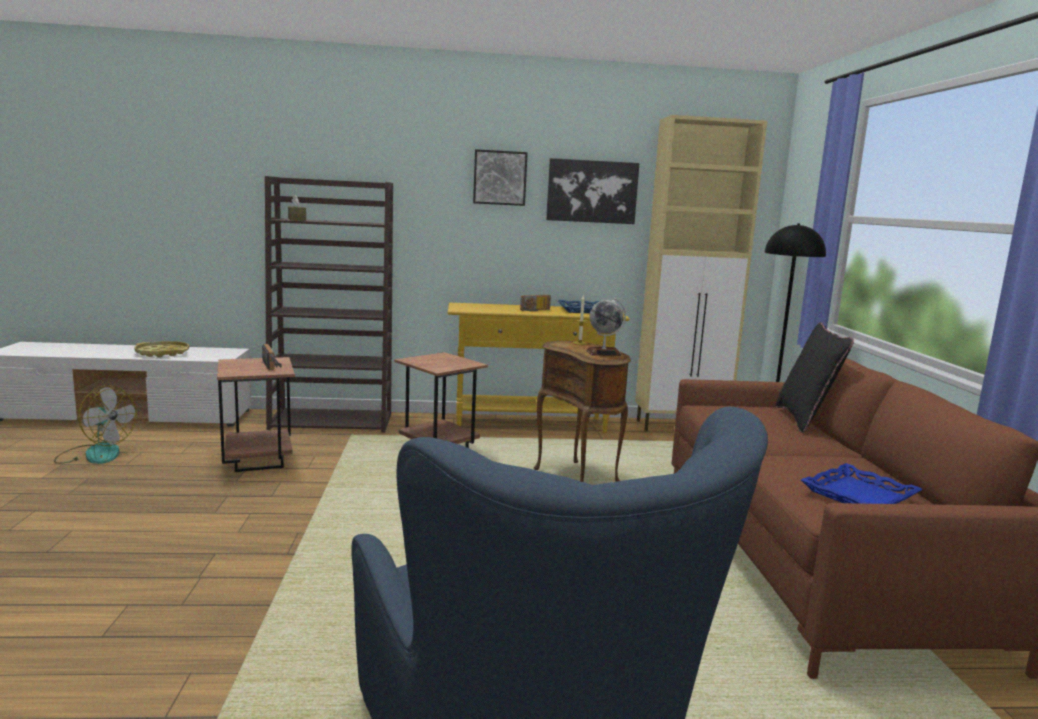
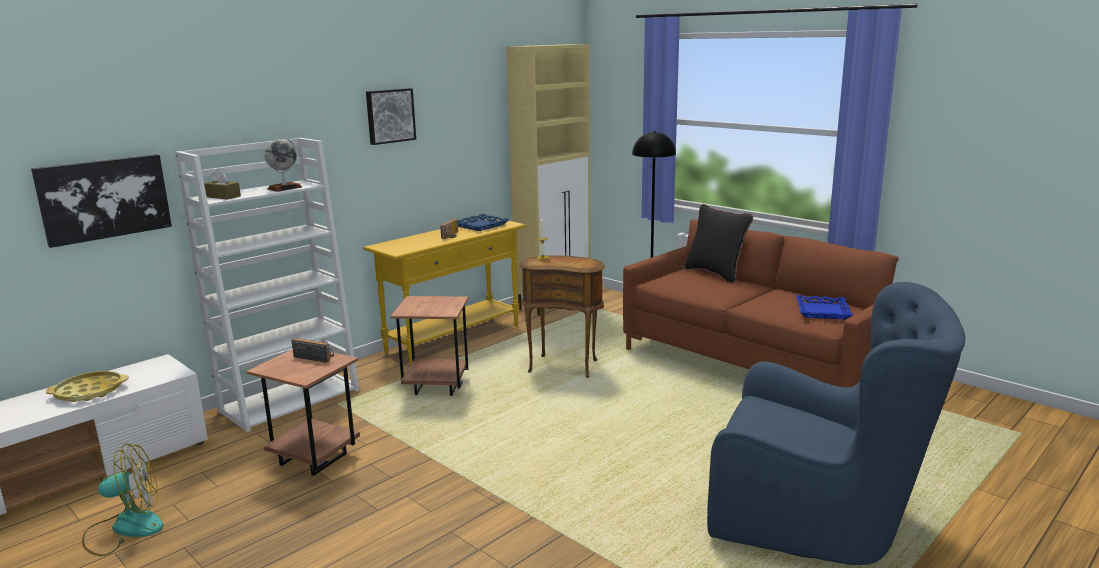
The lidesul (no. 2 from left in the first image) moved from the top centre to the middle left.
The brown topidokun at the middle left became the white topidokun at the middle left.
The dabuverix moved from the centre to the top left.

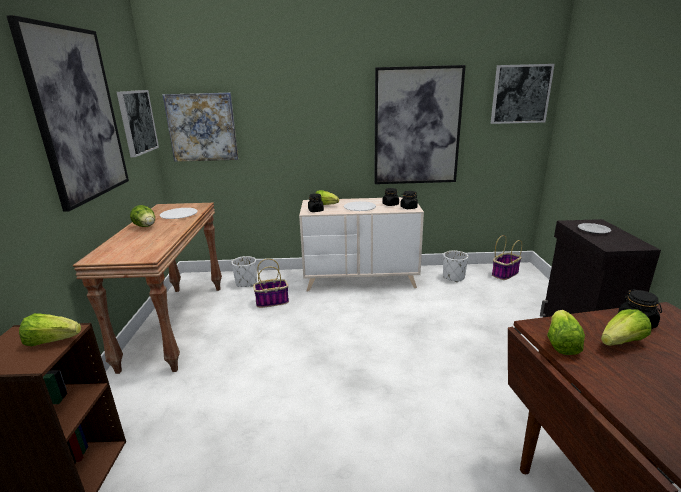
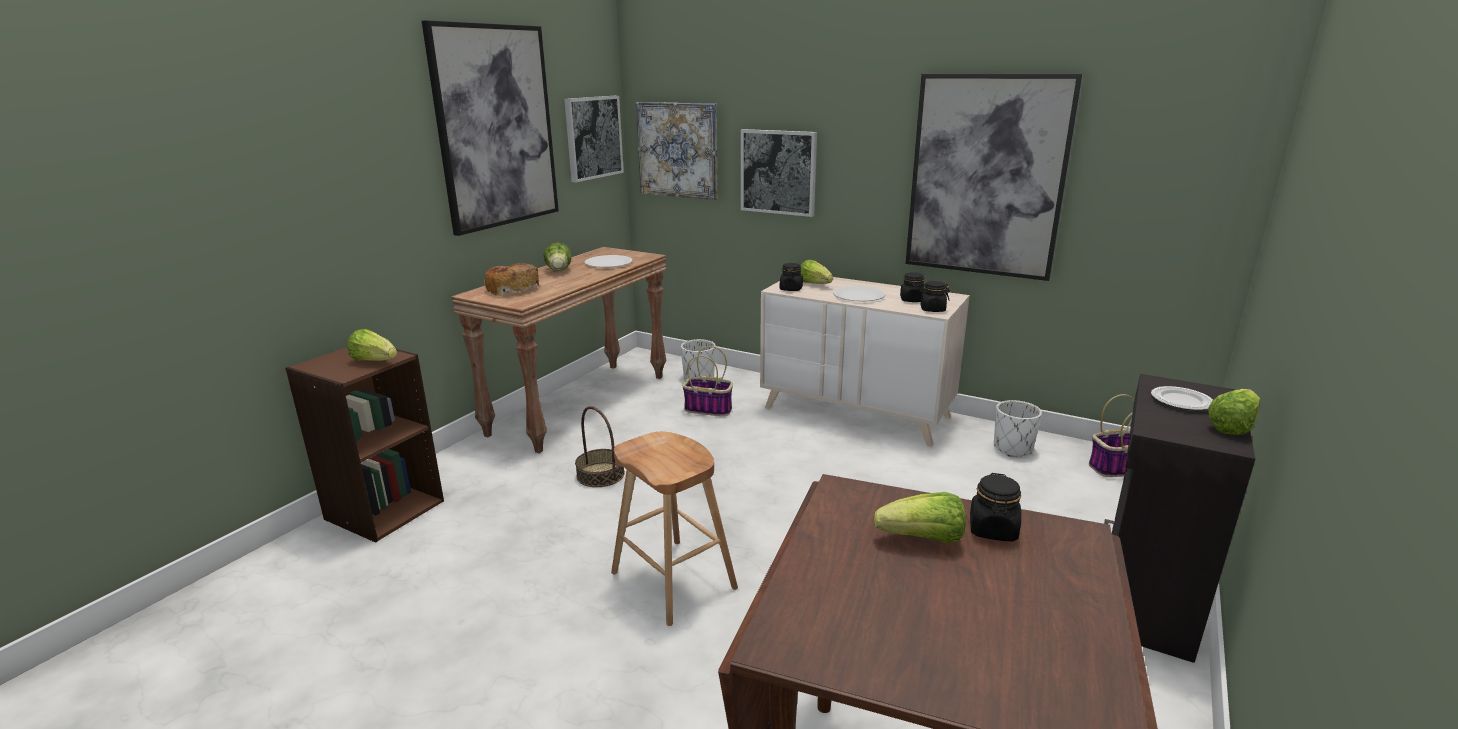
The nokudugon at the centre appeared.
The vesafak (no. 1 from left) at the centre appeared.
The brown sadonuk at the bottom centre appeared.
The lidesul (no. 5 from left in the first image) moved from the top right to the top centre.
The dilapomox (no. 4 from left in the first image) moved from the bottom right to the middle right.

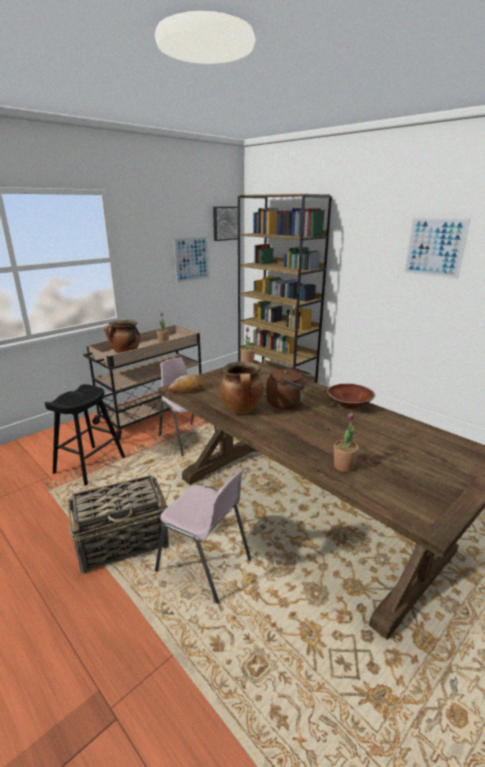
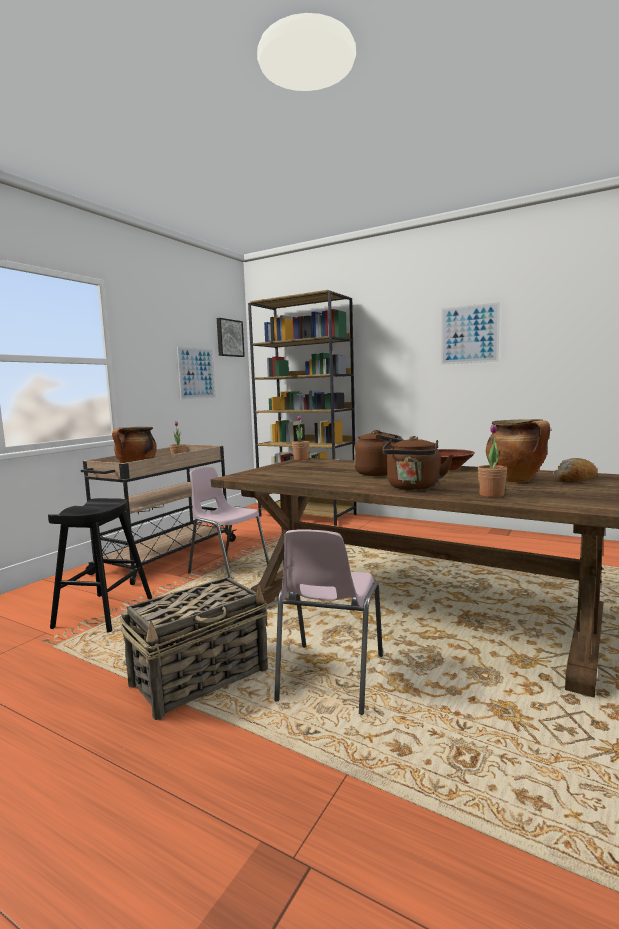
The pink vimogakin (no. 2 from left) at the bottom centre turned 90 degrees clockwise.
The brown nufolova (no. 2 from left) at the middle right appeared.
The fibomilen (no. 2 from left) moved from the centre to the middle right.
The nokudugon moved from the centre to the middle right.

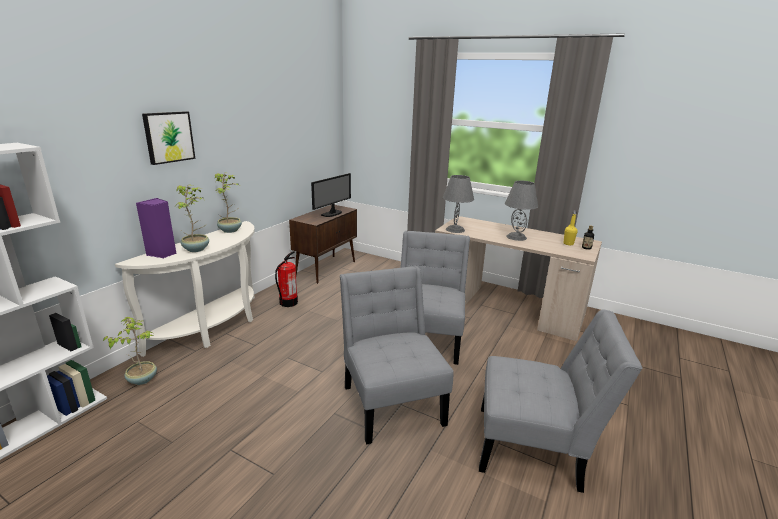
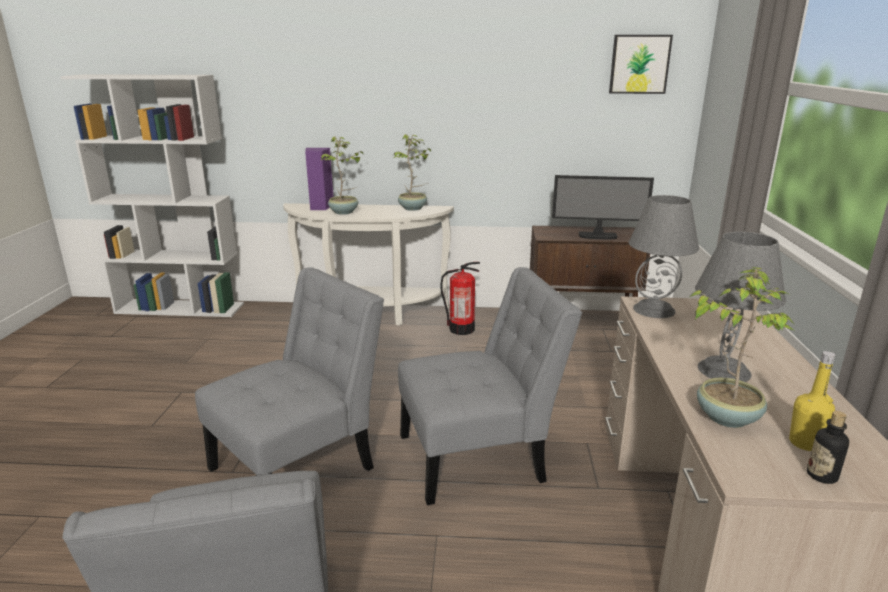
The lidesul moved from the top left to the top right.
The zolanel (no. 1 from left in the first image) moved from the bottom left to the middle right.

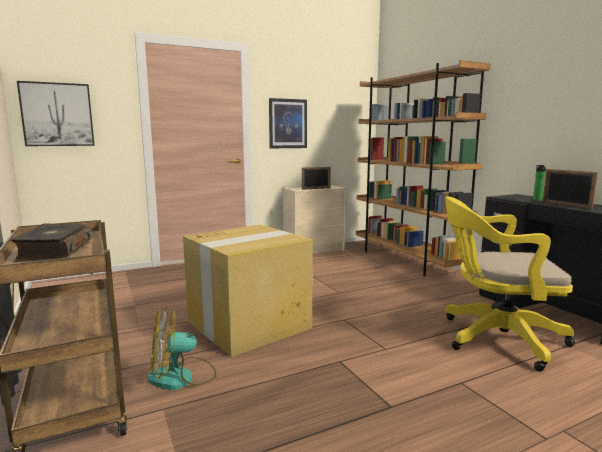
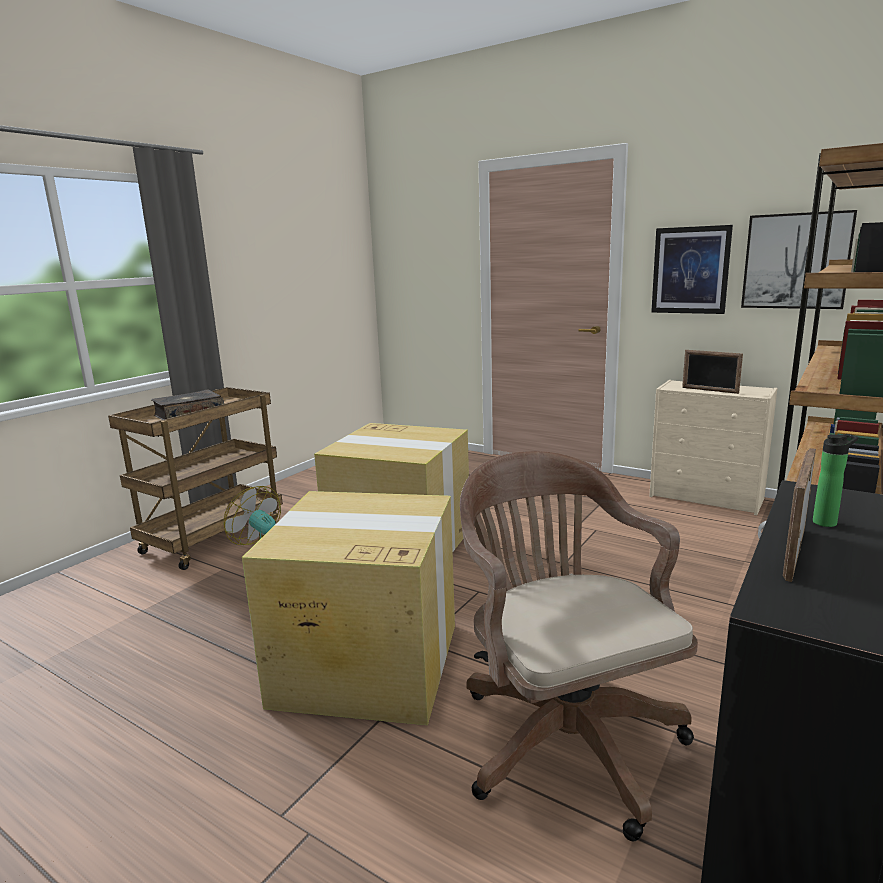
The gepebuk (no. 1 from left) at the bottom centre appeared.
The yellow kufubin at the middle right became the brown kufubin at the bottom centre.
The lidesul (no. 1 from left in the first image) moved from the top left to the top right.

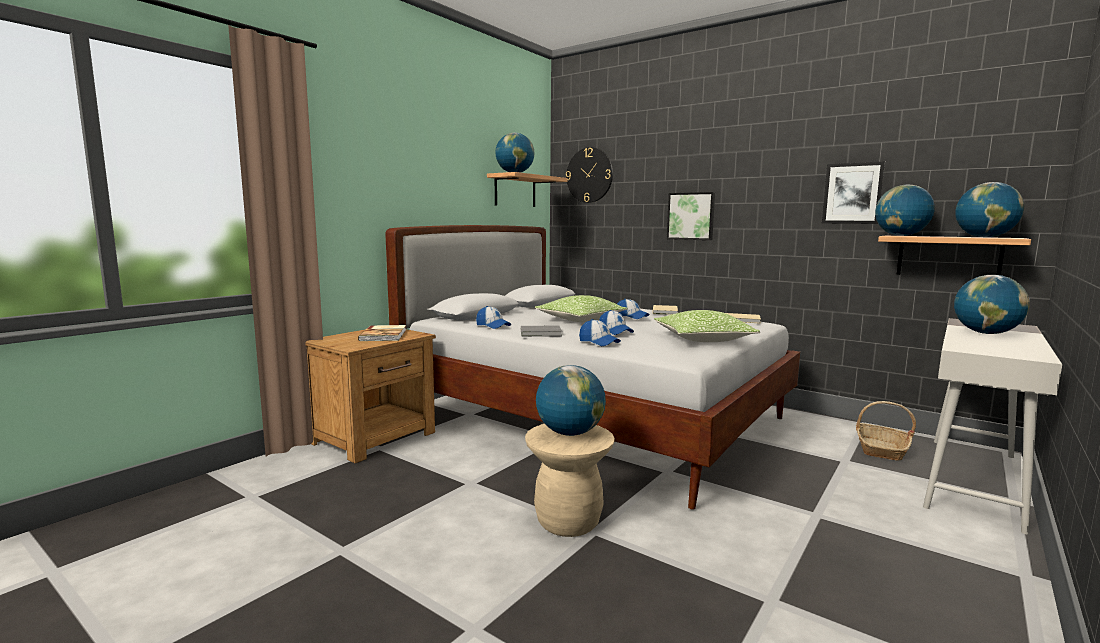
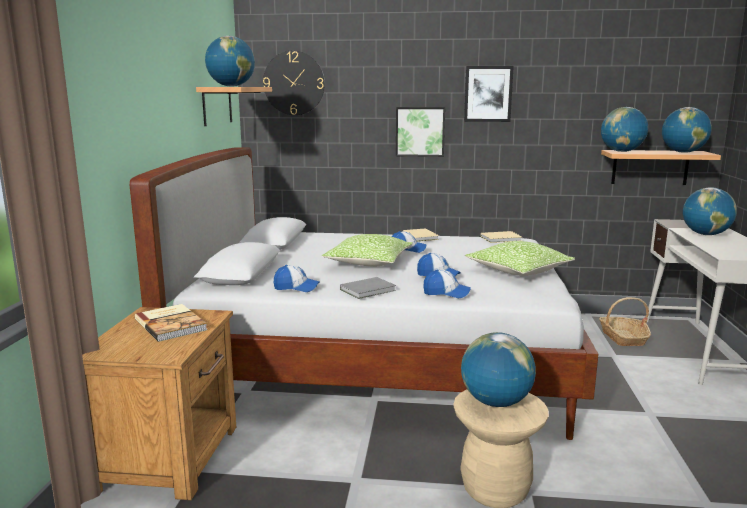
The lidesul (no. 2 from left) moved from the top right to the top centre.

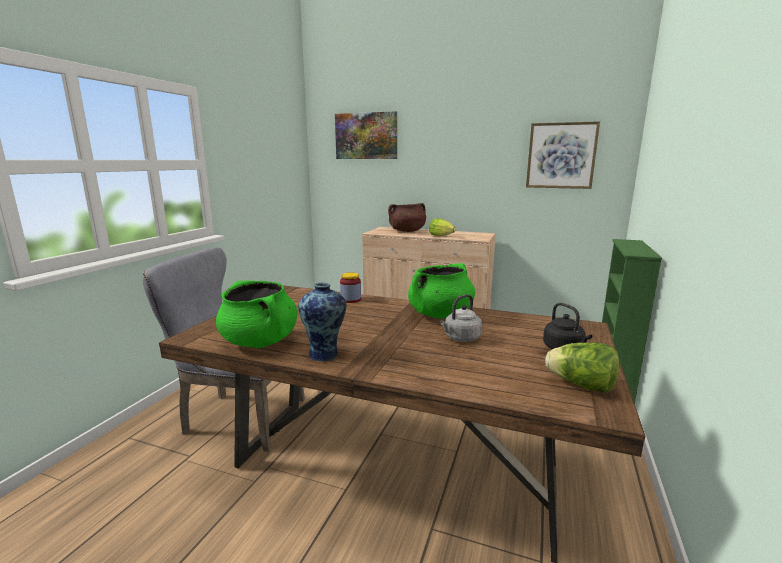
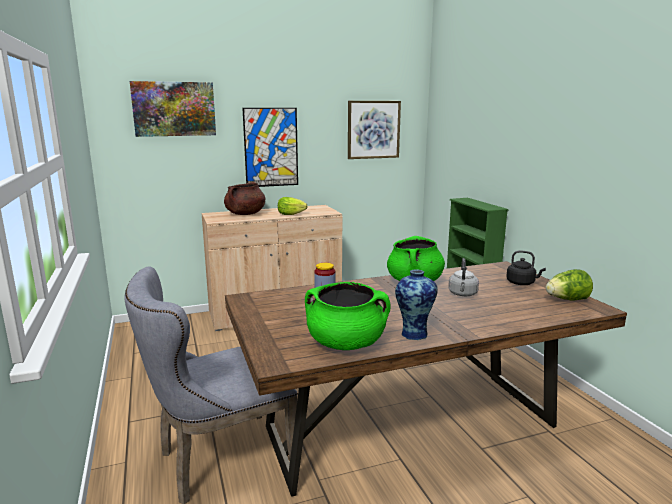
The lidesul (no. 2 from left) at the top centre appeared.

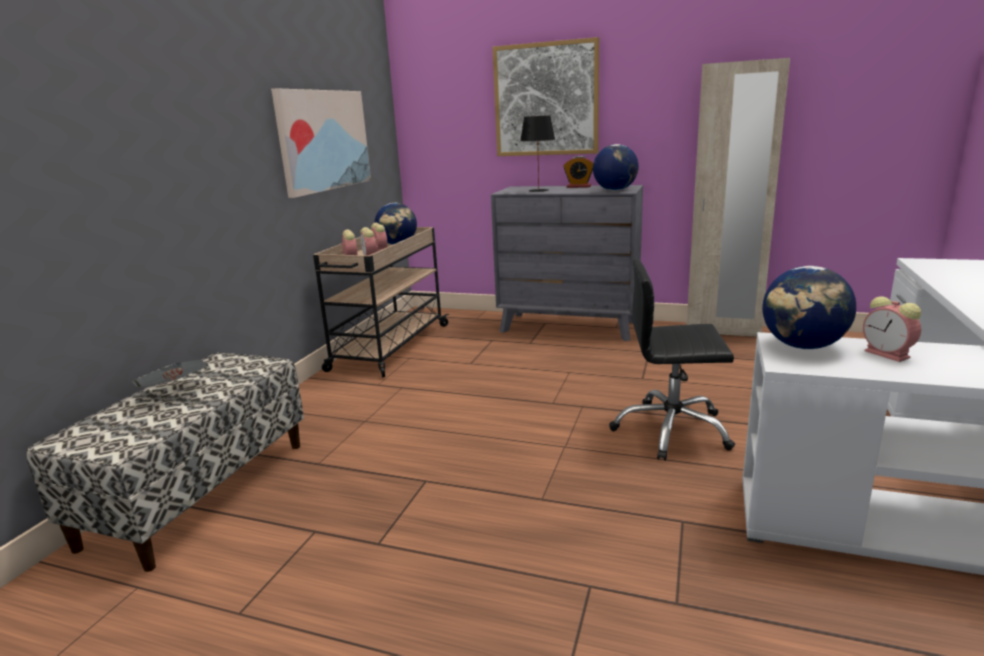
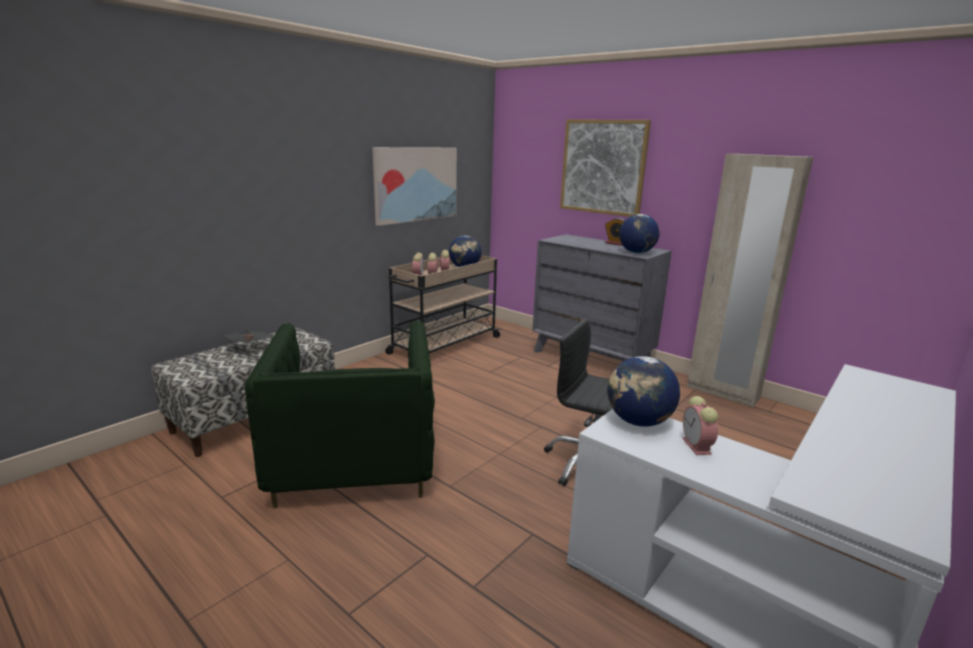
The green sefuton at the centre appeared.
The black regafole at the top centre disappeared.

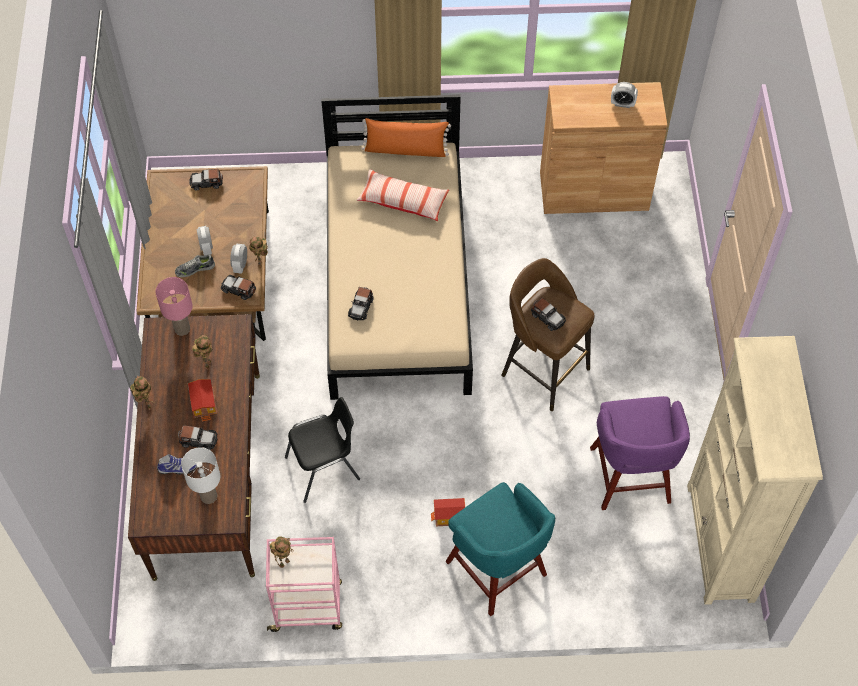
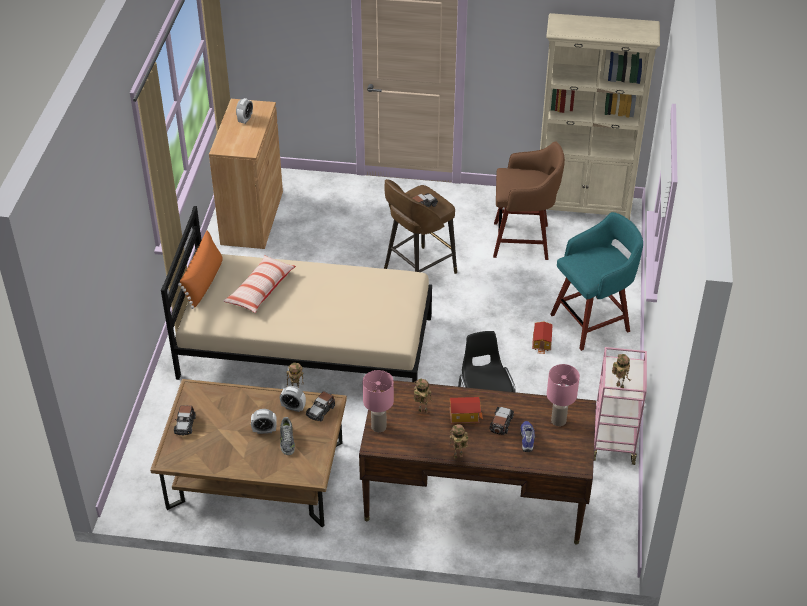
The purple sadonuk at the middle right became the brown sadonuk (no. 2 from left) at the top centre.
The white regafole at the bottom left became the pink regafole (no. 2 from left) at the middle right.
The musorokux (no. 4 from left) at the centre disappeared.

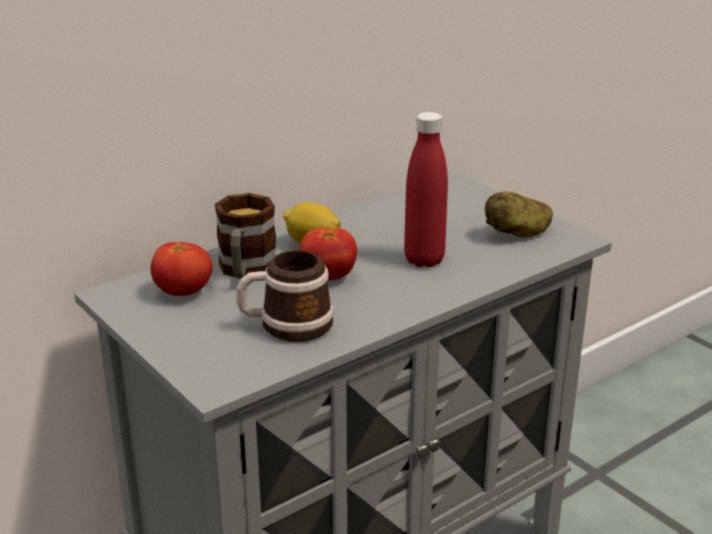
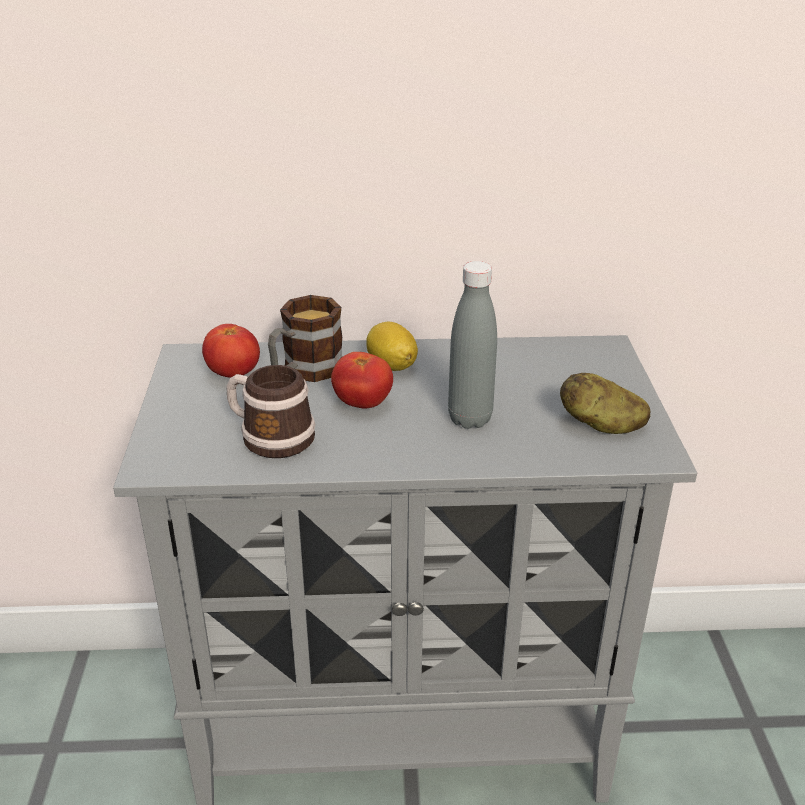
The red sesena at the centre became the grey sesena at the centre.

